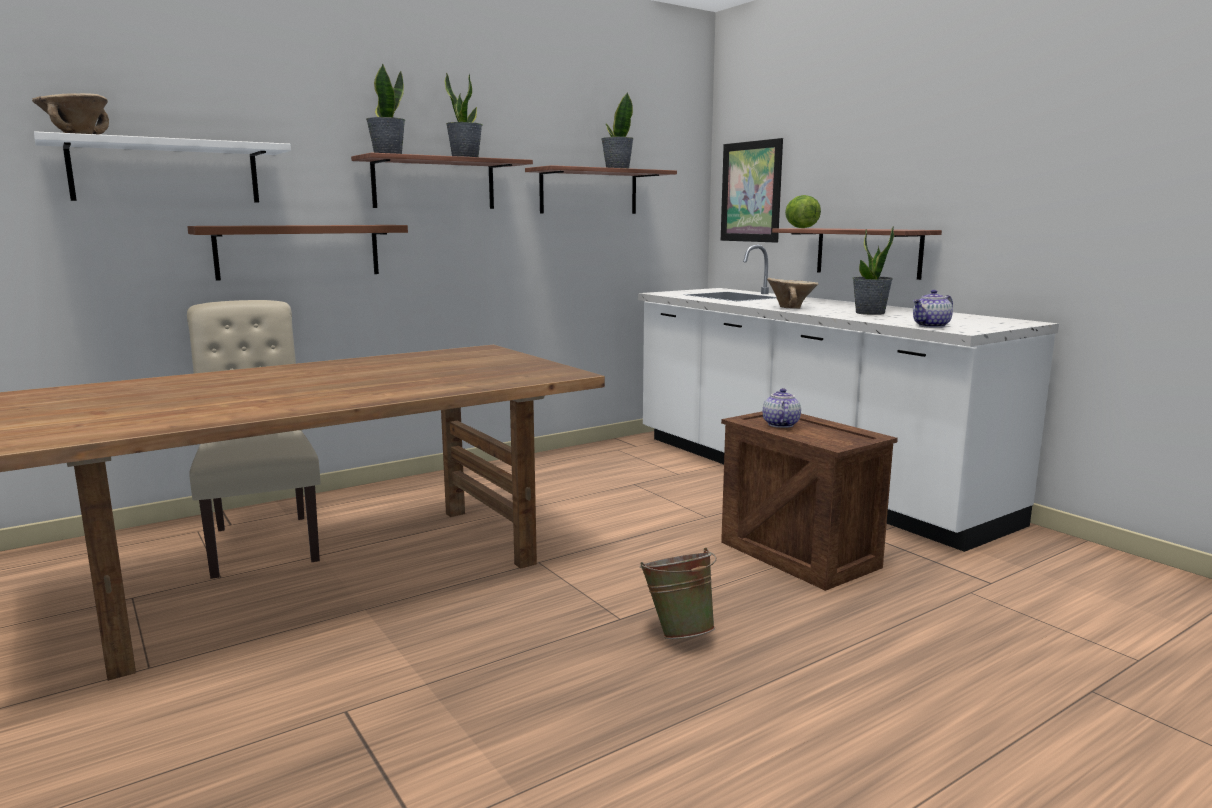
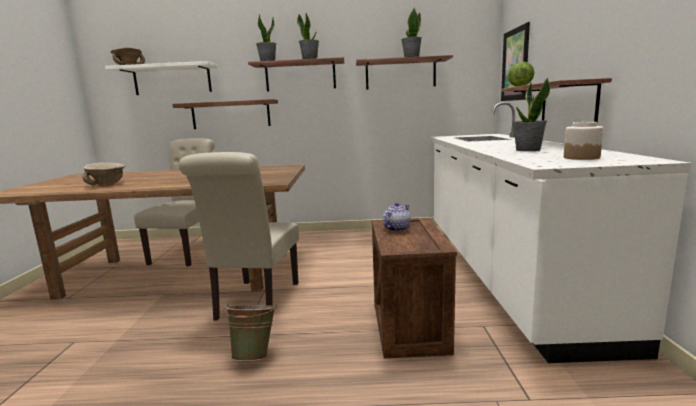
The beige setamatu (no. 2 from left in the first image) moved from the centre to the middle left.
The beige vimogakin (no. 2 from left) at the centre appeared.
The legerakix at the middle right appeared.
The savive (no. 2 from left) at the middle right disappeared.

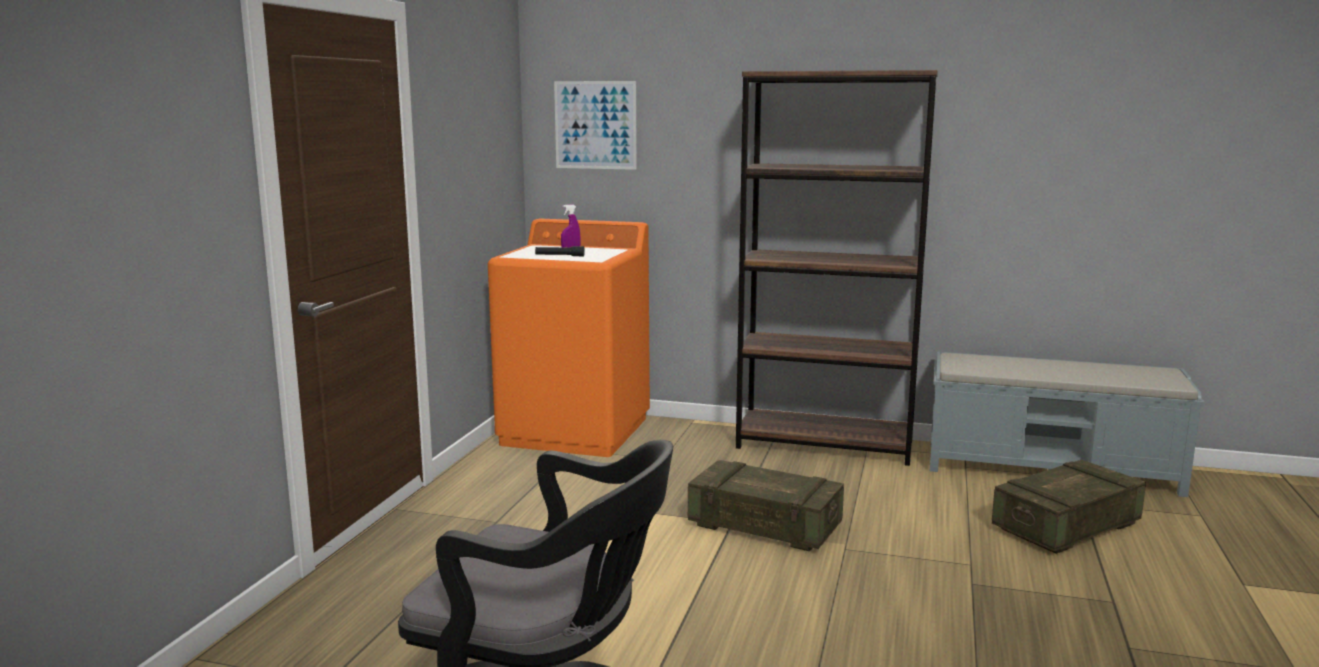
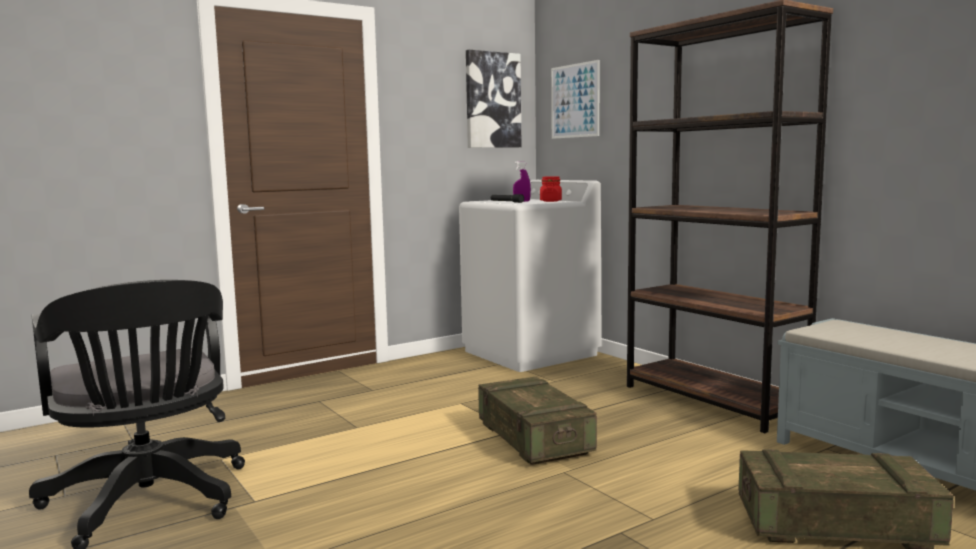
The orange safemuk at the centre became the white safemuk at the centre.
The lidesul (no. 1 from left) at the top centre appeared.
The red legerakix at the centre appeared.

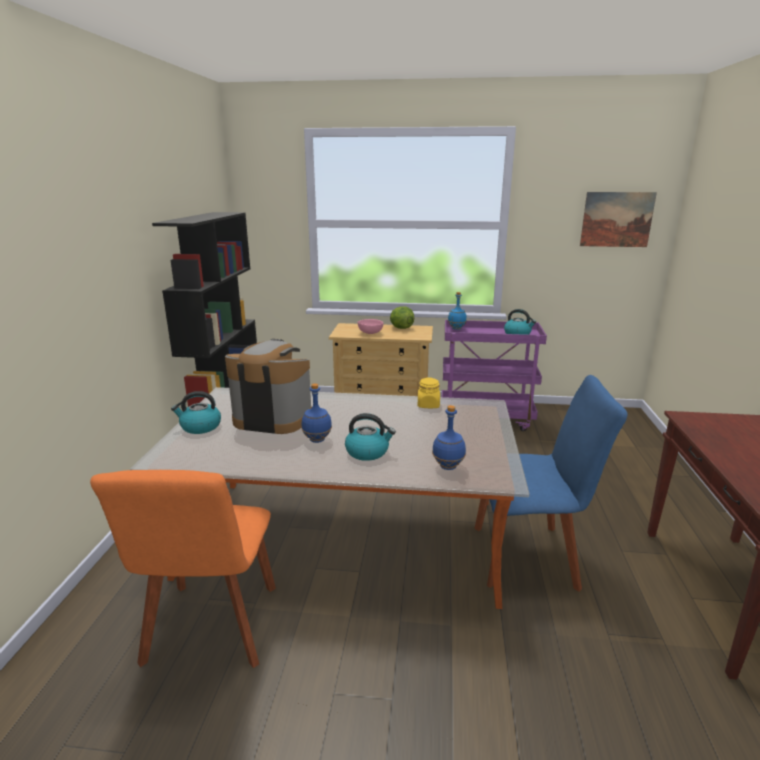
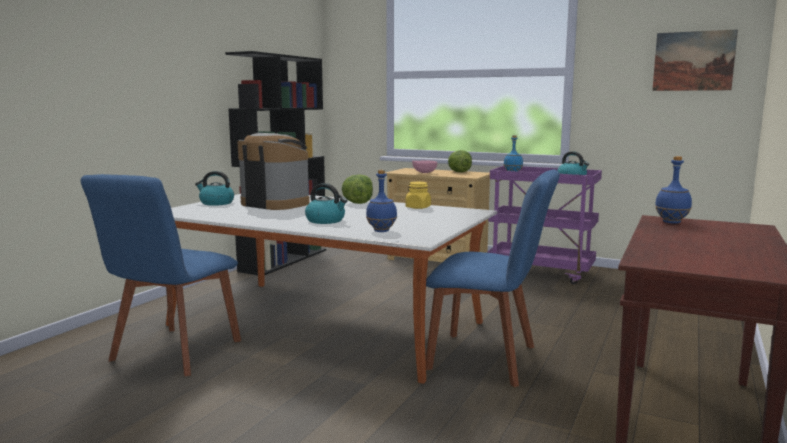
The orange vimogakin at the bottom left became the blue vimogakin (no. 1 from left) at the middle left.
The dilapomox (no. 1 from left) at the centre appeared.
The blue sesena (no. 1 from left in the first image) moved from the centre to the middle right.

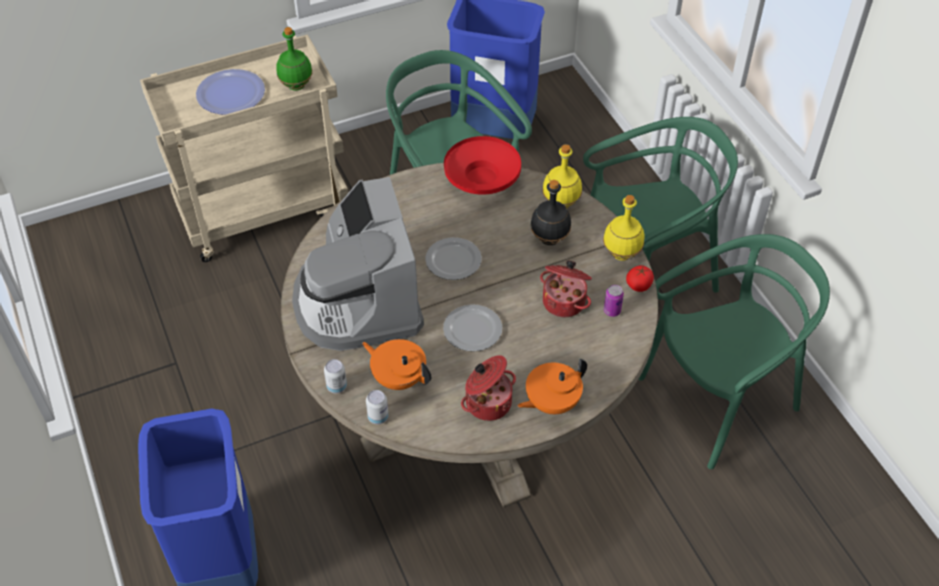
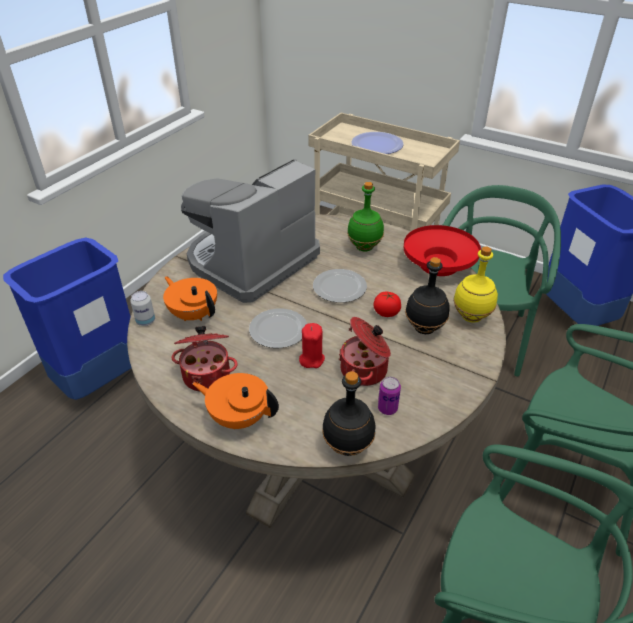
The orange savive (no. 1 from left) at the centre turned 45 degrees counterclockwise.
The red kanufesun at the centre appeared.
The black sesena (no. 1 from left) at the centre appeared.
The green sesena moved from the top left to the centre.
The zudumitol moved from the middle right to the centre.
The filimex (no. 1 from left) at the centre disappeared.
The yellow sesena (no. 2 from left) at the centre disappeared.

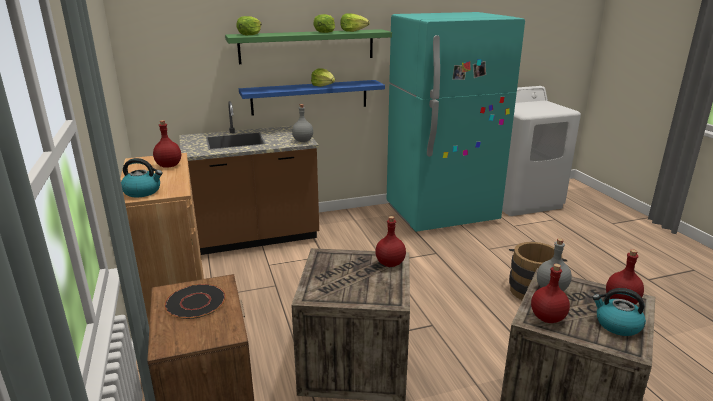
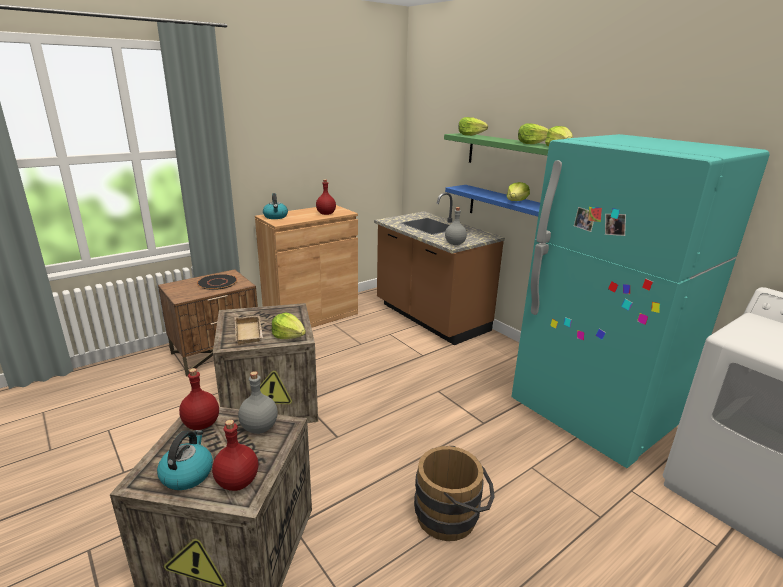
The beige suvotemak at the middle left appeared.
The red sesena (no. 2 from left) at the centre was replaced by the dilapomox (no. 1 from left) at the centre.

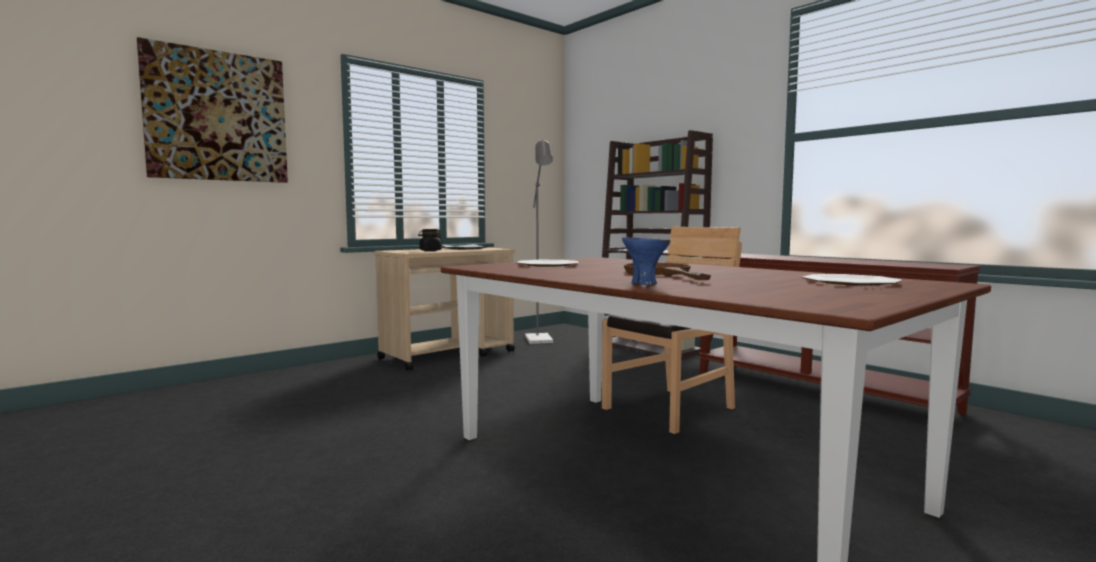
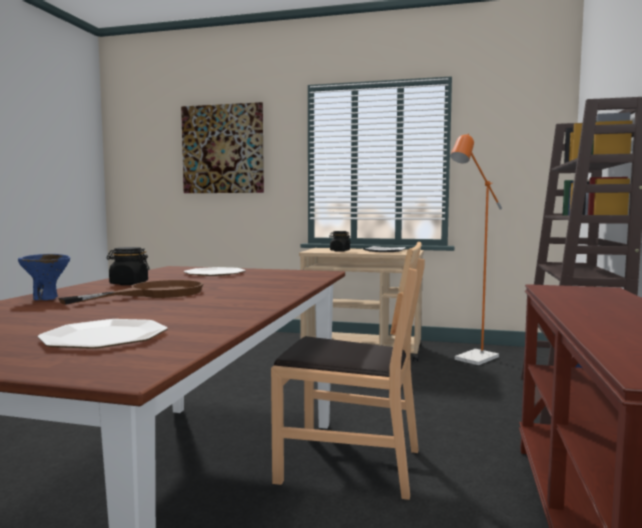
The black legerakix (no. 1 from left) at the middle left appeared.
The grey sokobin at the centre became the orange sokobin at the middle right.

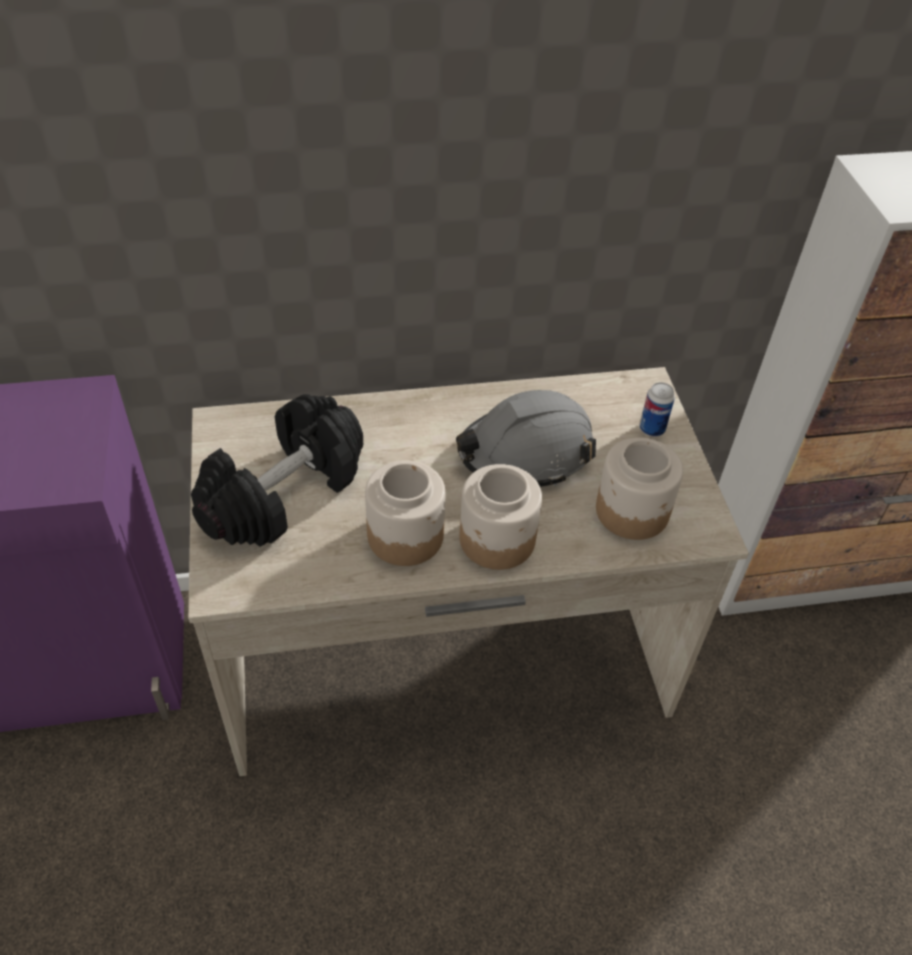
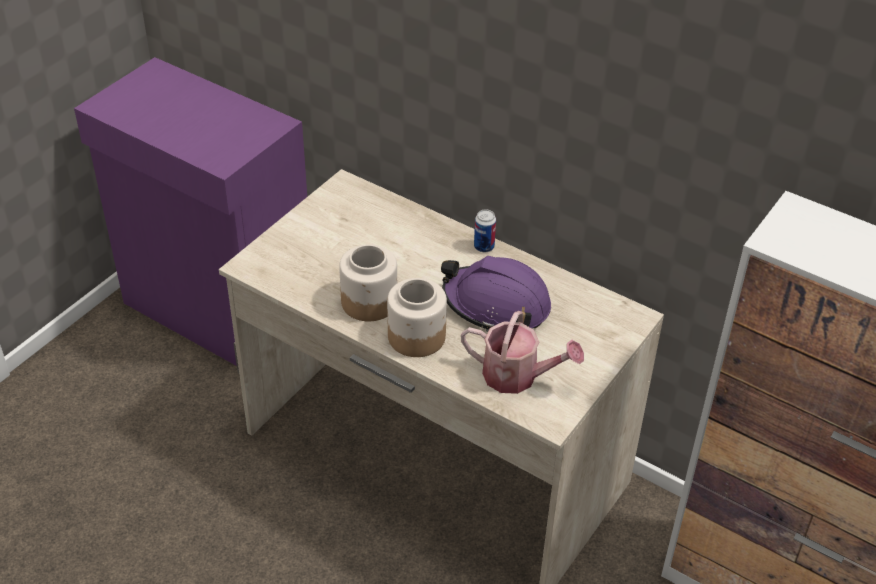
The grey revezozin at the centre became the purple revezozin at the centre.
The legerakix (no. 3 from left) at the middle right was replaced by the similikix at the centre.
The filimex moved from the middle right to the centre.
The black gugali at the middle left disappeared.

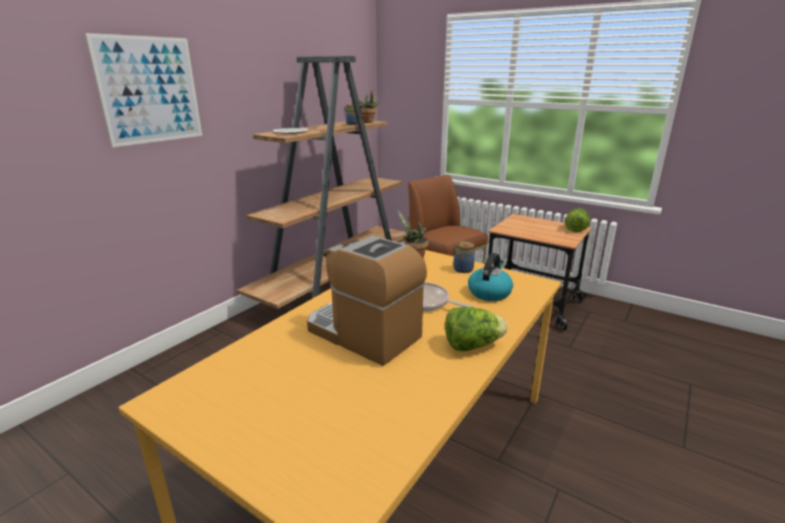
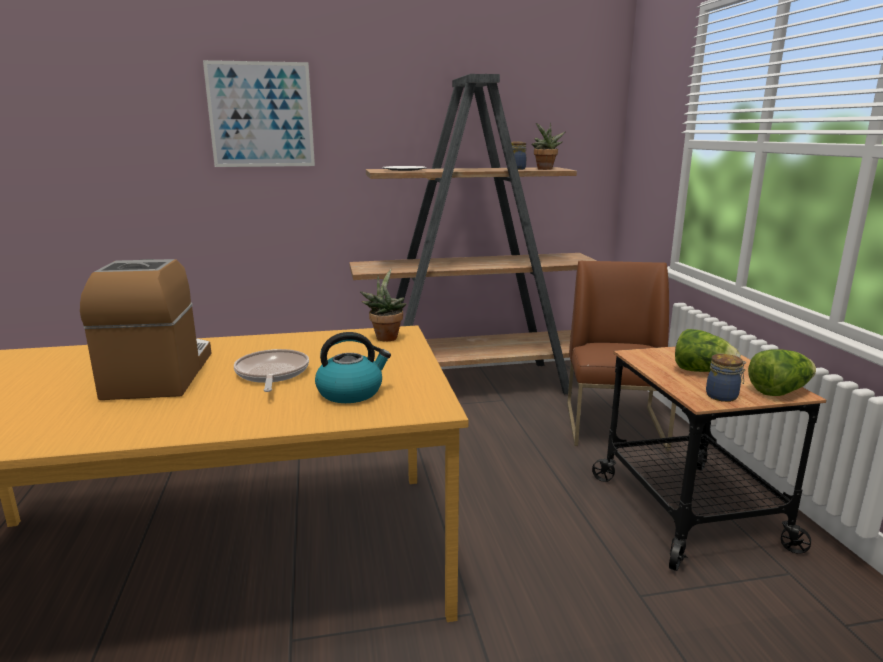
The dilapomox (no. 1 from left) moved from the centre to the middle right.
The legerakix (no. 2 from left) moved from the centre to the middle right.

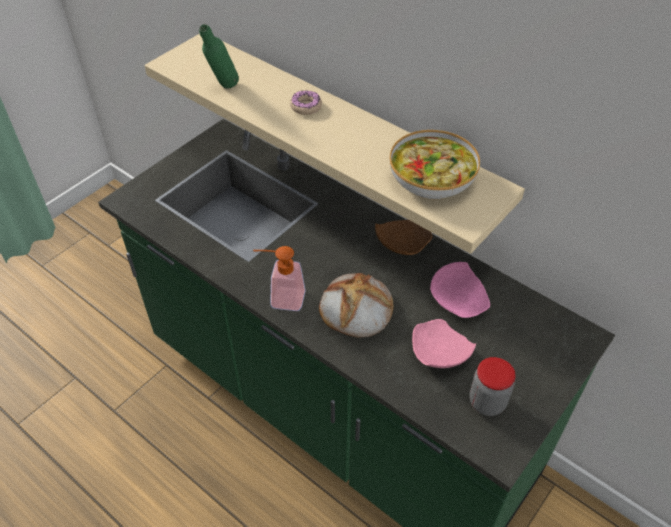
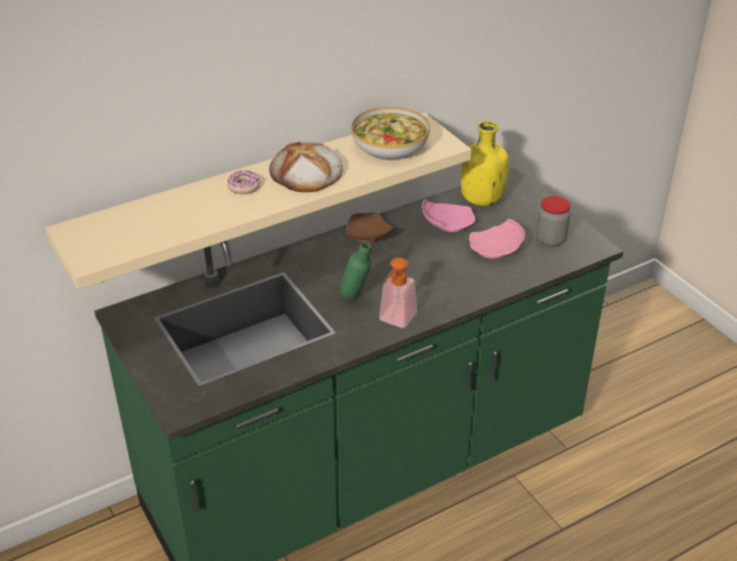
The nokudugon moved from the centre to the top centre.
The green sesena moved from the top left to the centre.
The yellow sesena at the top centre appeared.

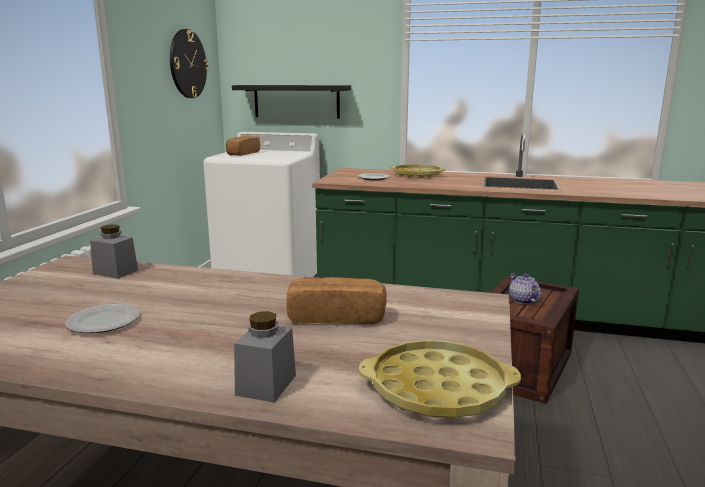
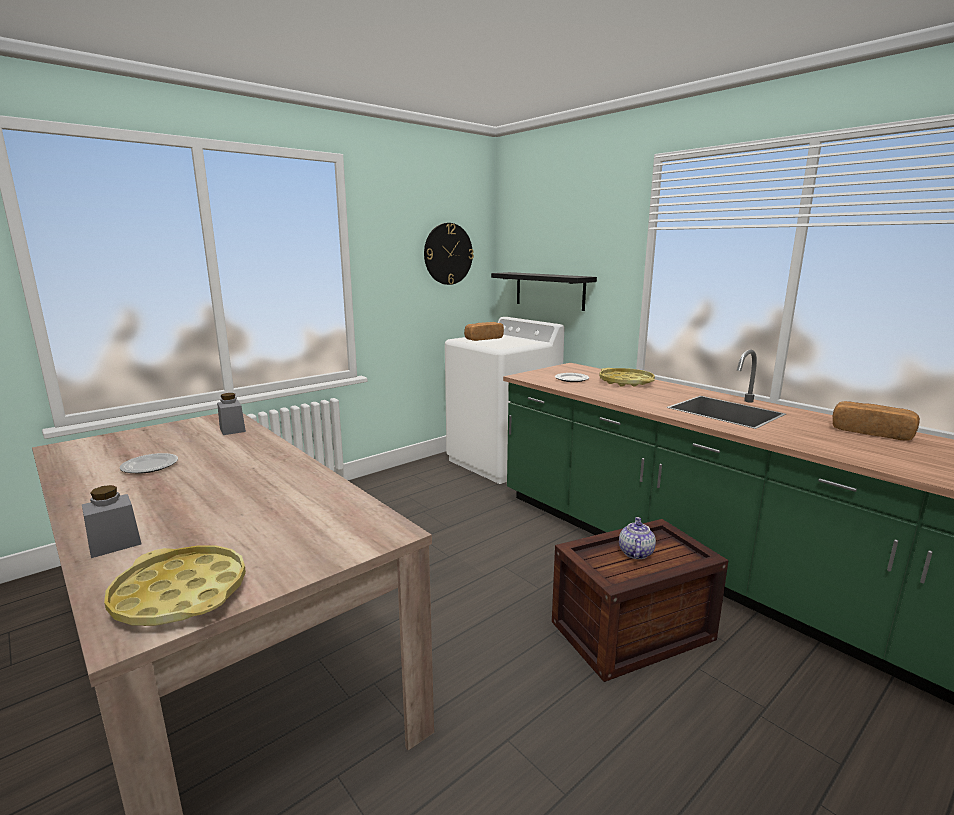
The nokudugon (no. 2 from left) moved from the centre to the middle right.

